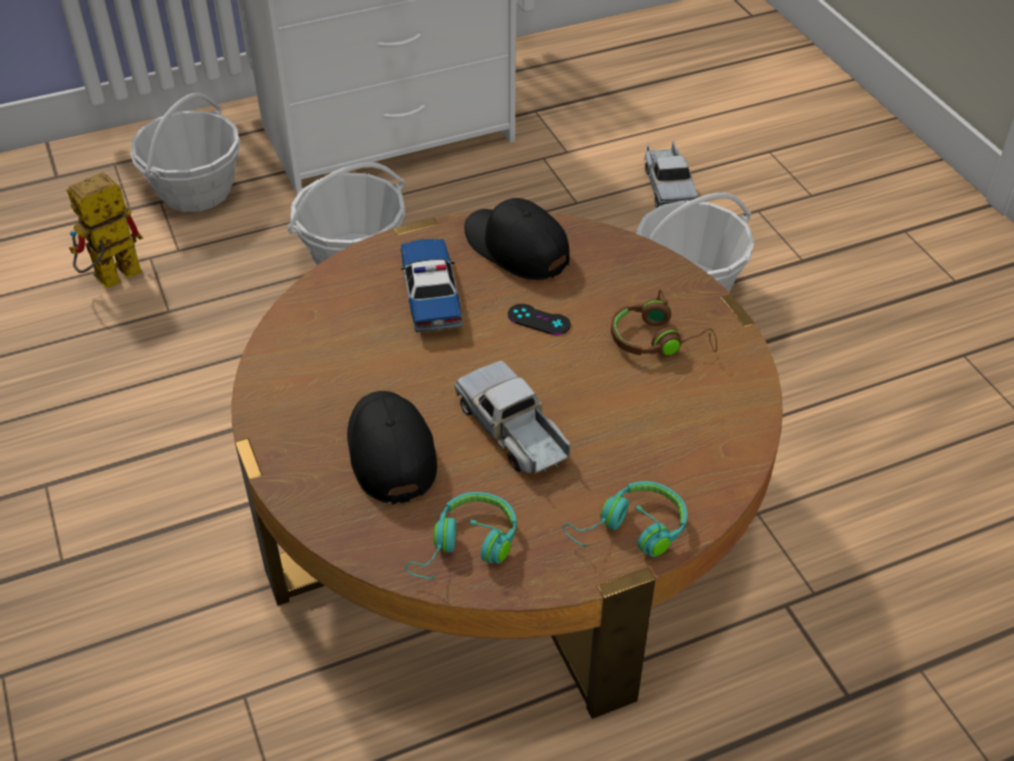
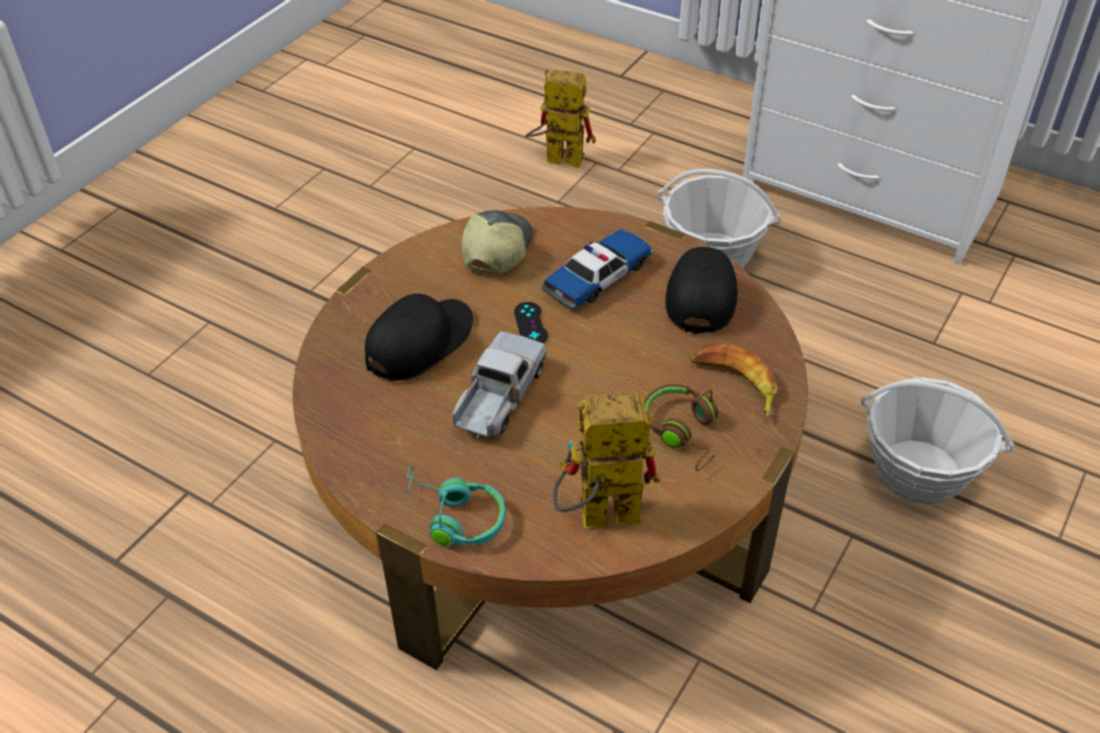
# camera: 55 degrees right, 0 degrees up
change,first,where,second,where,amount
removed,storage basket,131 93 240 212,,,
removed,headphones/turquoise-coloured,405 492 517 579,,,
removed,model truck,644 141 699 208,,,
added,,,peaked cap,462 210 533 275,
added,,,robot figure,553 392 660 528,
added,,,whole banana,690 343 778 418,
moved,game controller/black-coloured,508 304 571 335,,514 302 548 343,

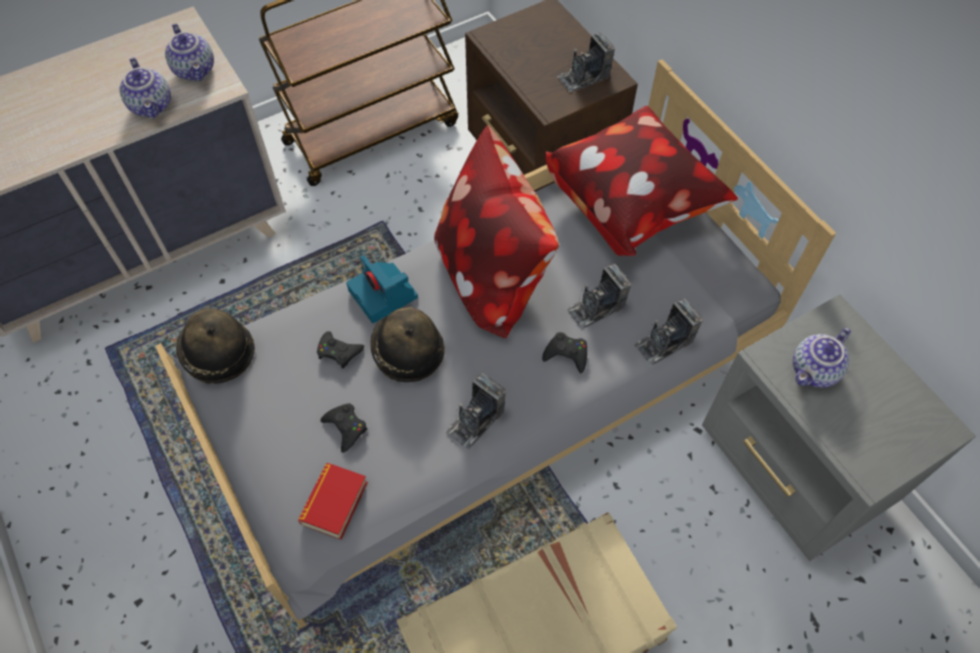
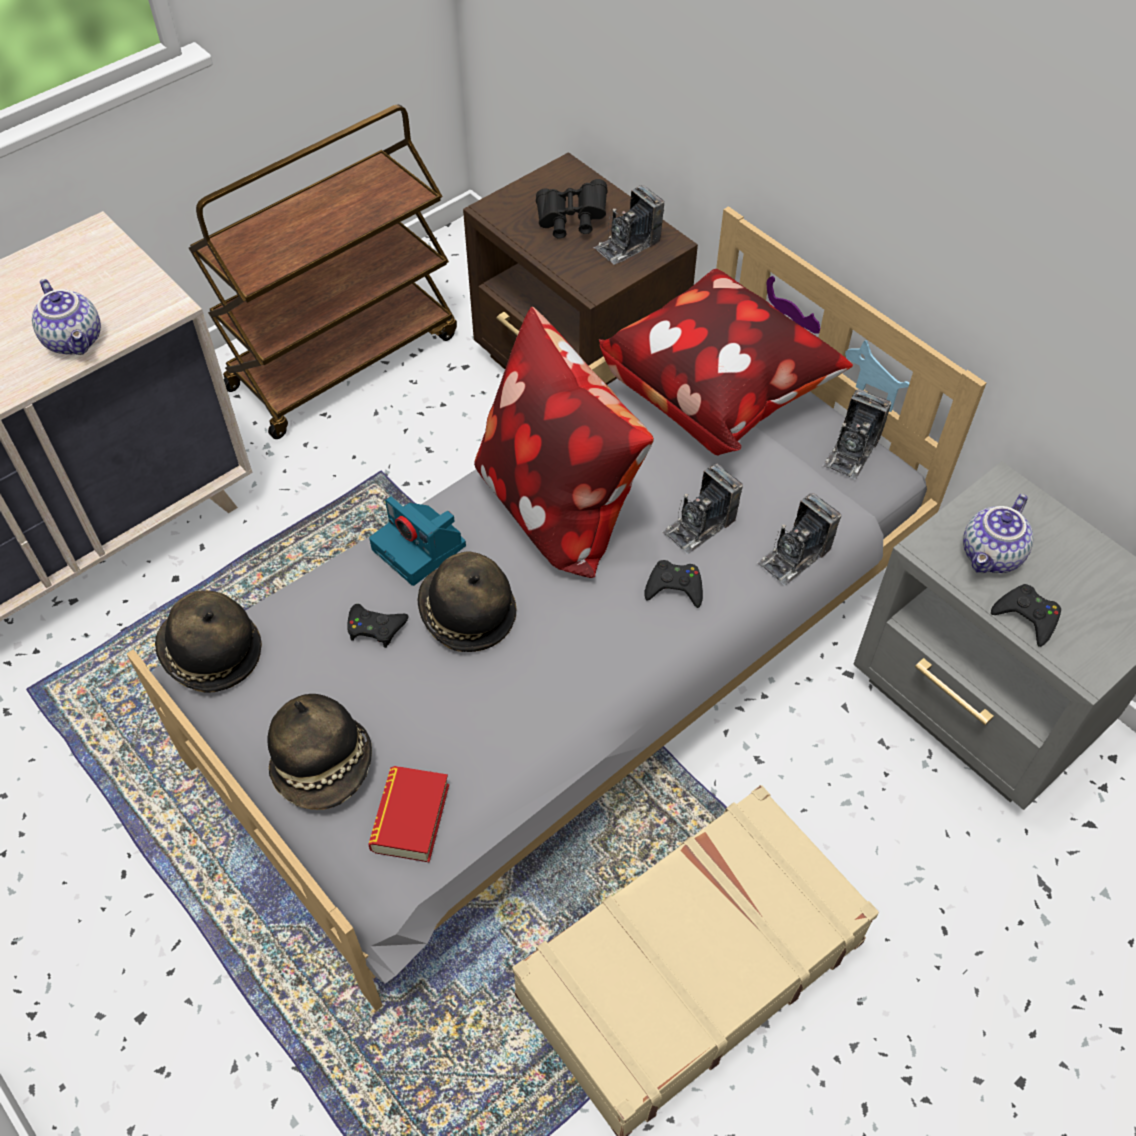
# camera: 10 degrees left, 5 degrees down
change,first,where,second,where,amount
removed,tea pot,165 23 214 81,,,
added,,,clothing hat,267 694 372 810,
added,,,field glasses/black-coloured,536 179 608 239,
moved,game controller/black-coloured,320 403 367 453,,991 584 1061 647,
moved,photo camera,445 373 506 450,,822 389 891 479,

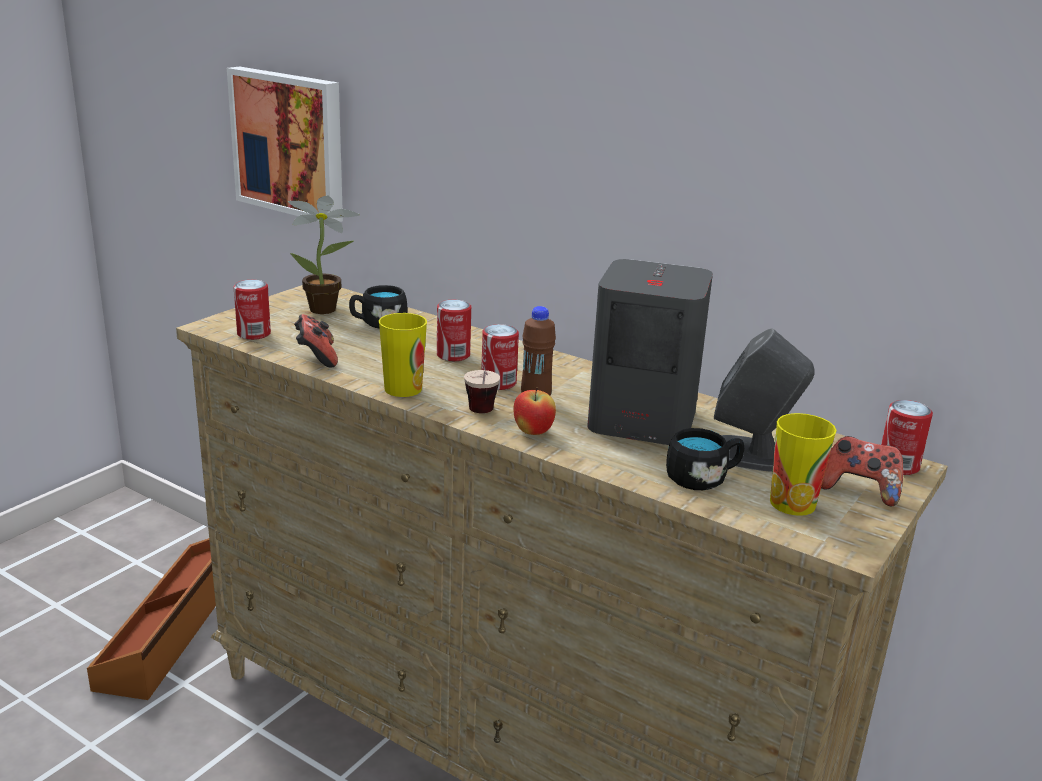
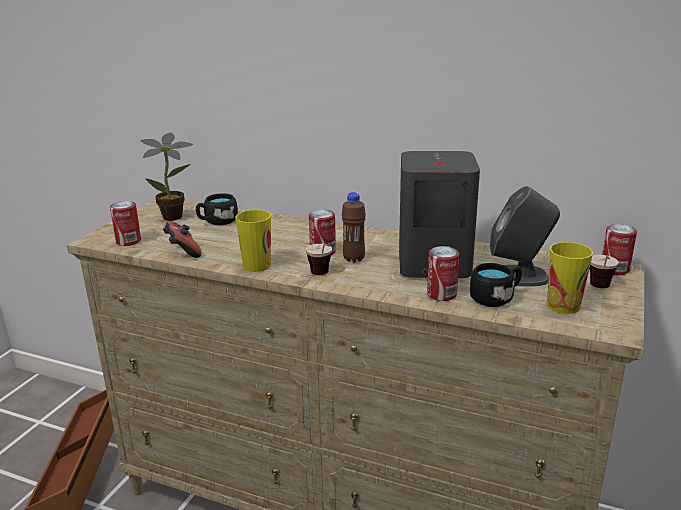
# camera: 10 degrees left, 0 degrees up
change,first,where,second,where,amount
removed,wall art,227 67 343 222,,,
removed,apple,513 387 556 435,,,
moved,metal can,437 300 471 361,,427 246 460 301,
replaced,game controller,821 436 903 506,cup,589 255 619 288,

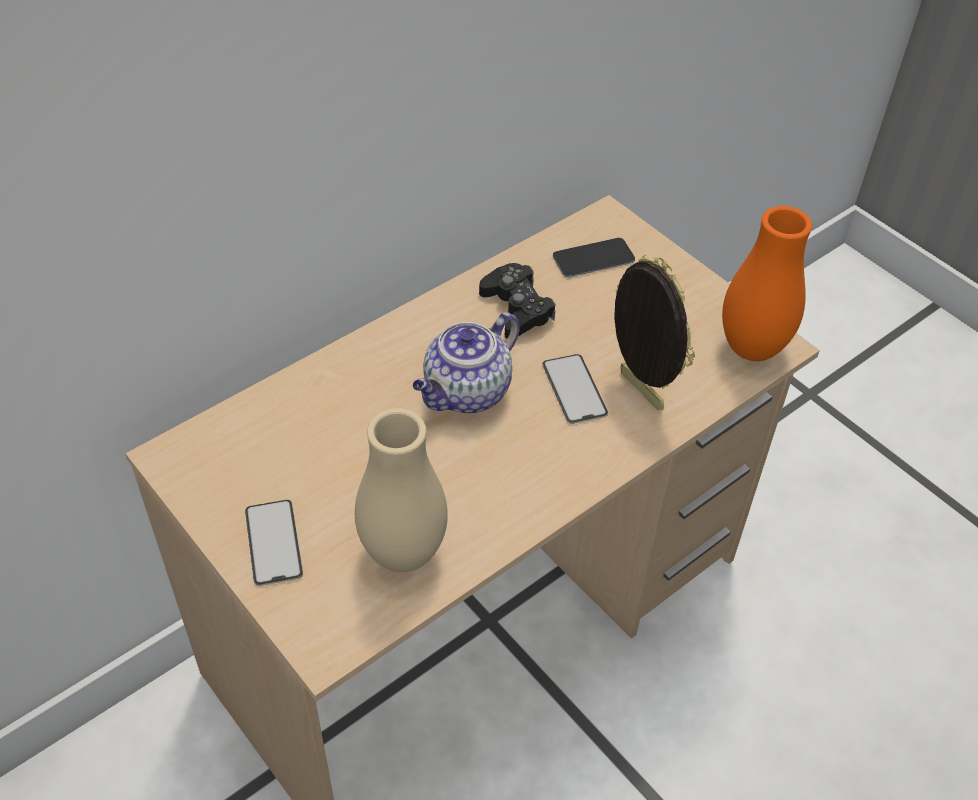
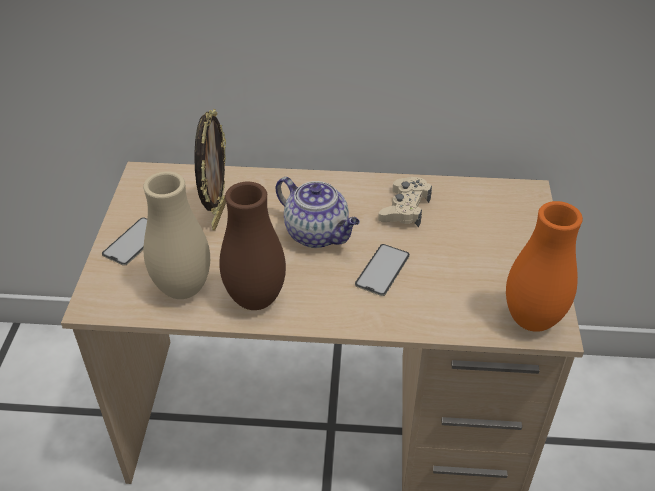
# camera: 45 degrees right, 5 degrees down
change,first,where,second,where,amount
removed,telephone,553 238 635 277,,,
added,,,flower vase/brown,219 181 286 310,
moved,photo frame,614 255 695 410,,194 109 226 230,
recoloured,game controller/black-coloured,479 263 555 338,game controller/beige-coloured,378 177 432 227,
turned,tea pot,413 312 520 413,,276 177 360 248,135 degrees counterclockwise

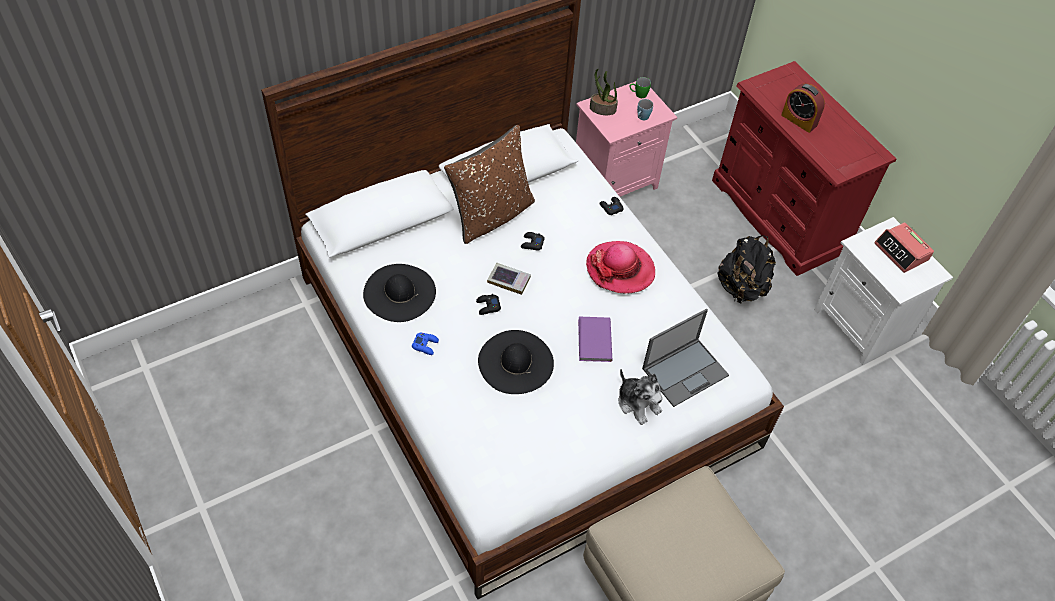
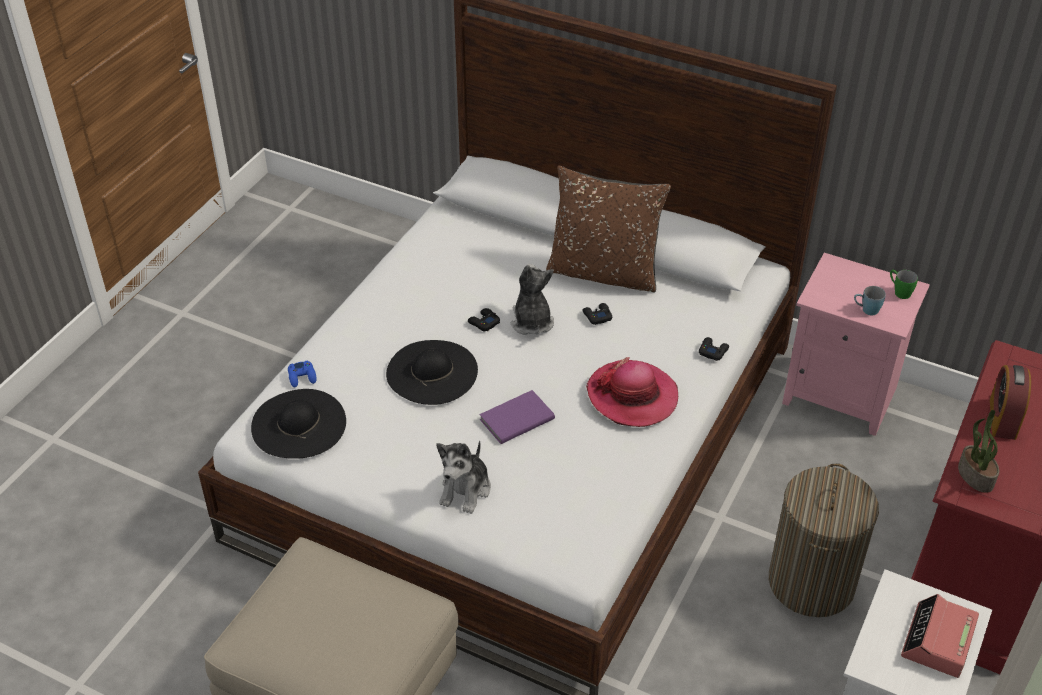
# camera: 60 degrees right, 10 degrees down
change,first,where,second,where,amount
removed,notebook computer,642 309 729 407,,,
moved,clothing hat/black-coloured,363 264 436 322,,251 389 346 459,
moved,game controller/bluish,412 333 439 355,,288 360 317 387,
moved,plant in a pot,590 69 618 115,,958 410 999 493,
replaced,book,487 263 531 295,cuddly toy,511 264 554 335,
replaced,backpack/black-coloured,717 235 776 303,hamper,769 463 879 617,

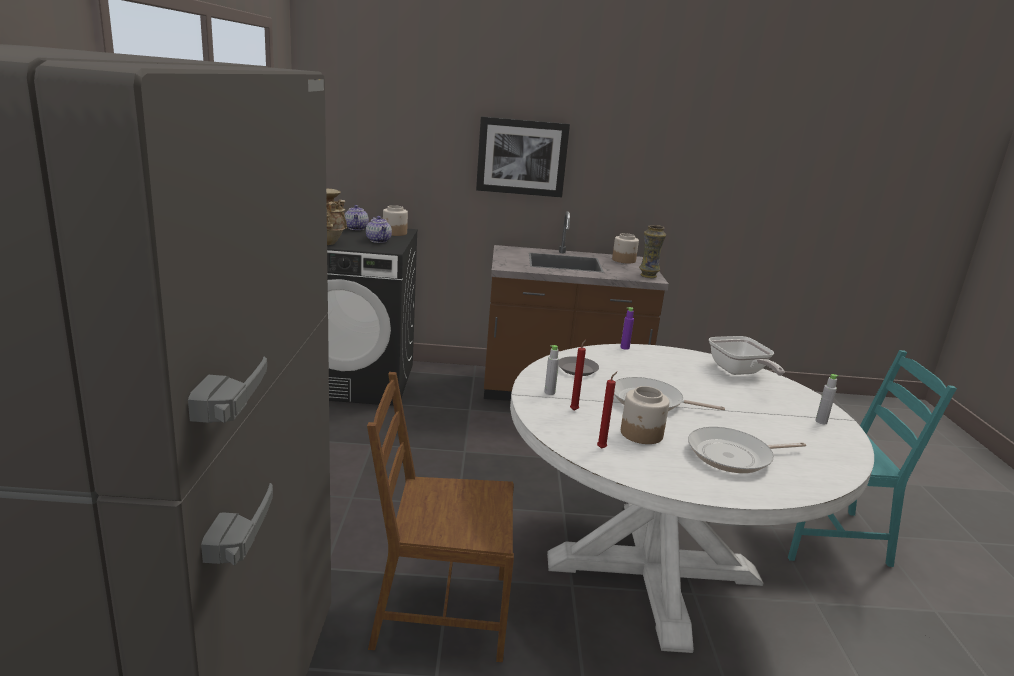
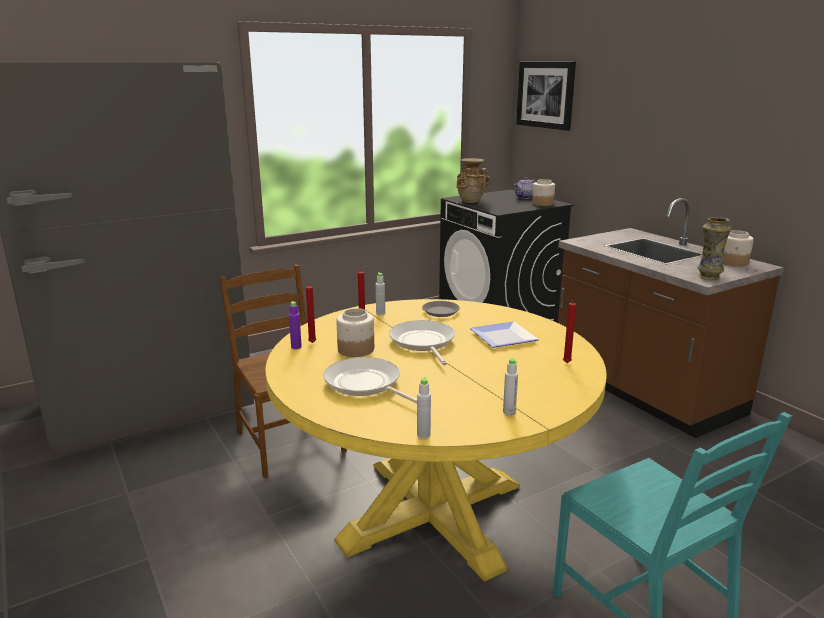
# camera: 60 degrees right, 0 degrees up
change,first,where,second,where,amount
removed,tea pot,366 216 392 243,,,
added,,,beverage bottle/grey,417 377 431 439,
added,,,plate,470 322 539 348,
moved,wall art,476 116 570 197,,516 61 576 131,
moved,beverage bottle/purple-coloured,620 307 634 350,,289 301 302 349,
replaced,frying pan,709 336 785 376,candle/red,563 299 576 363,
recoloured,dining table/whitish,510 344 874 653,dining table/yellowish,265 299 607 582,

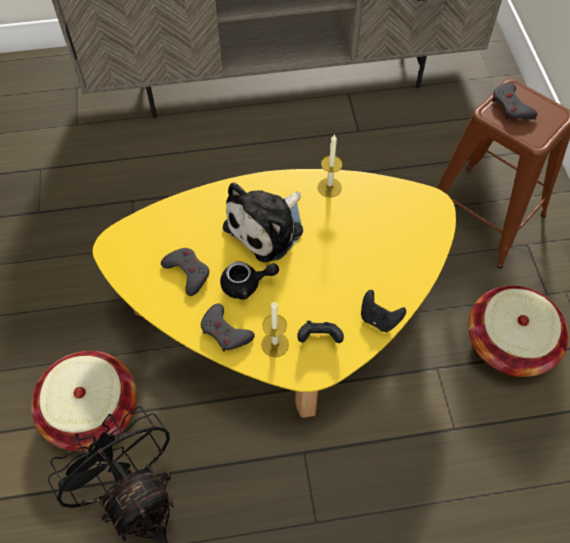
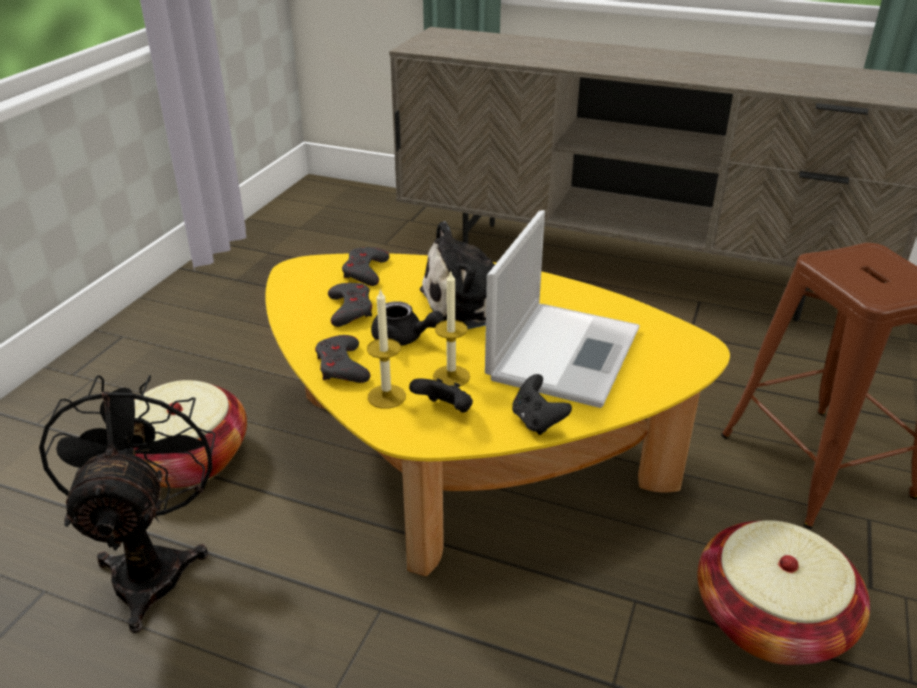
# camera: 30 degrees right, 25 degrees down
change,first,where,second,where,amount
added,,,notebook computer,485 210 640 408,
moved,candle,318 134 343 197,,433 272 470 386,
moved,game controller/grey,492 82 537 120,,342 247 390 286,

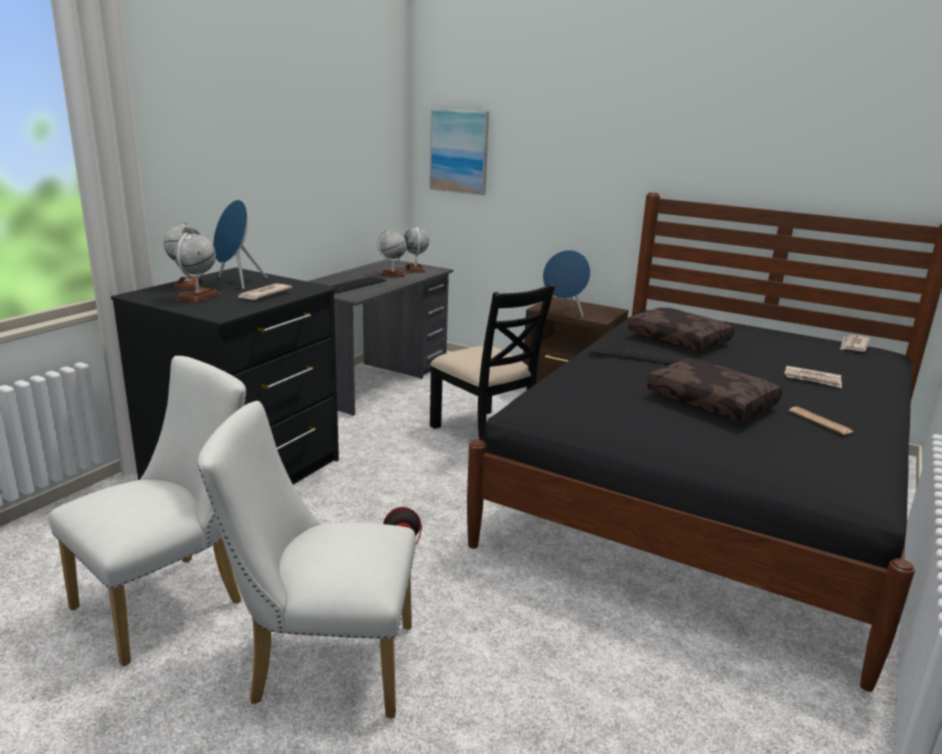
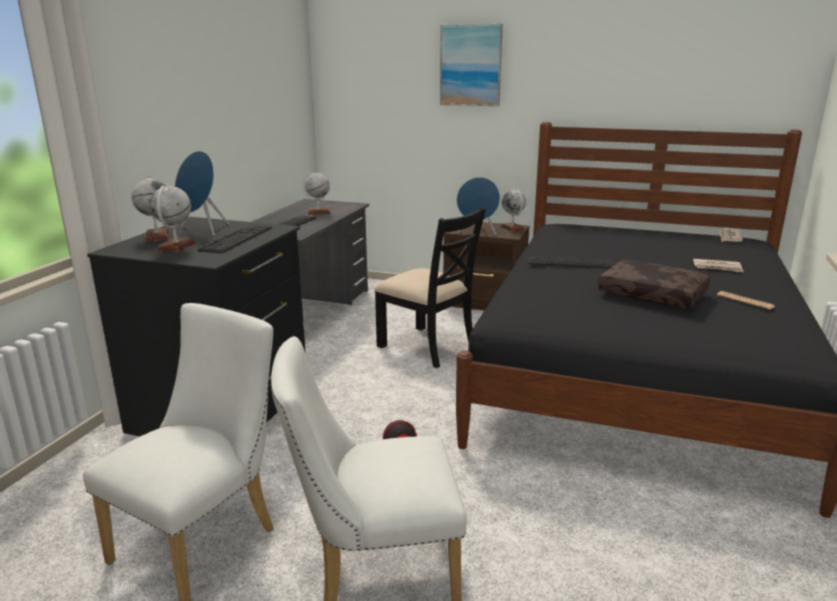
# camera: 10 degrees left, 0 degrees up
change,first,where,second,where,amount
removed,throw pillow/brown,628 308 734 351,,,
moved,world globe,404 227 429 273,,500 189 526 232,
moved,wall art,430 109 489 195,,440 24 503 106,
replaced,printed paper,236 283 292 300,keyboard,197 225 272 253,

